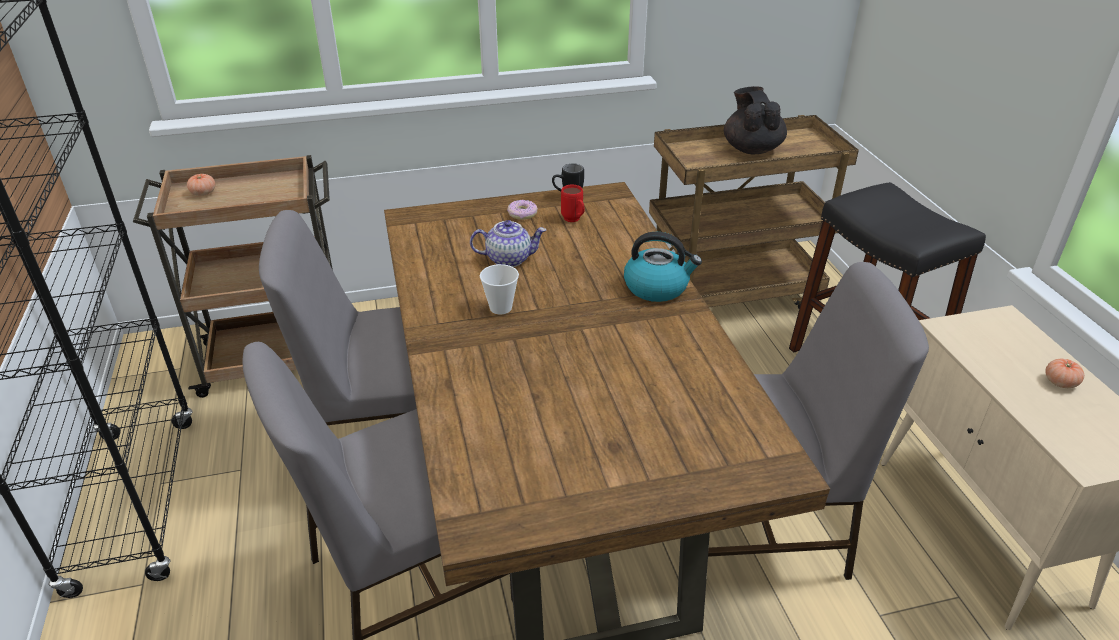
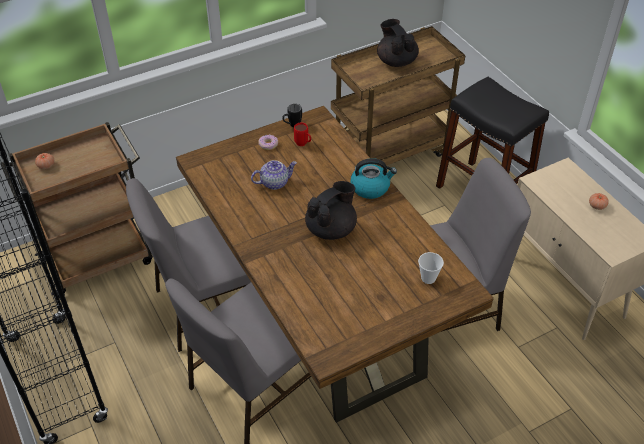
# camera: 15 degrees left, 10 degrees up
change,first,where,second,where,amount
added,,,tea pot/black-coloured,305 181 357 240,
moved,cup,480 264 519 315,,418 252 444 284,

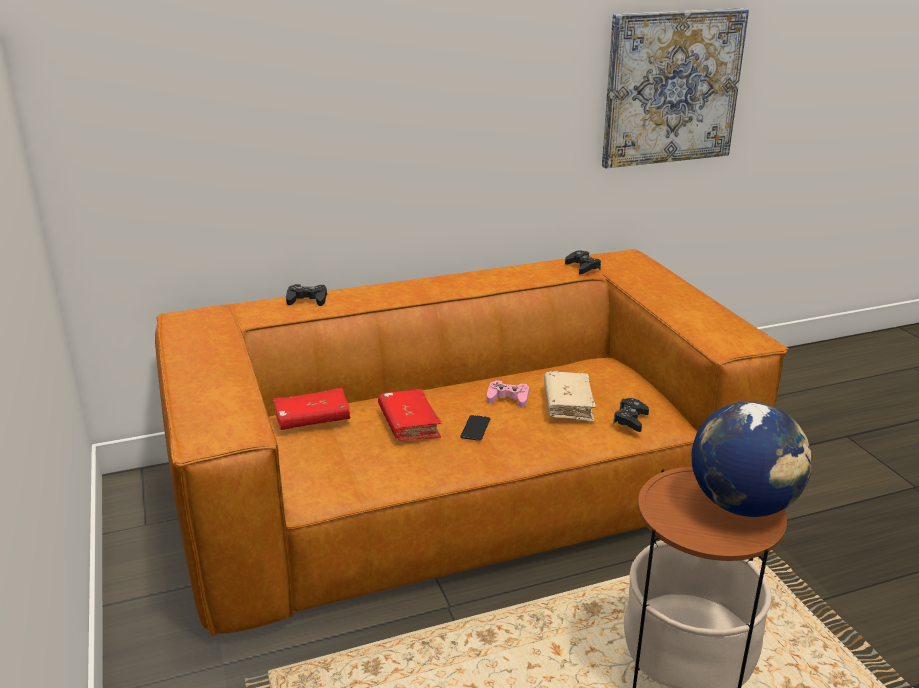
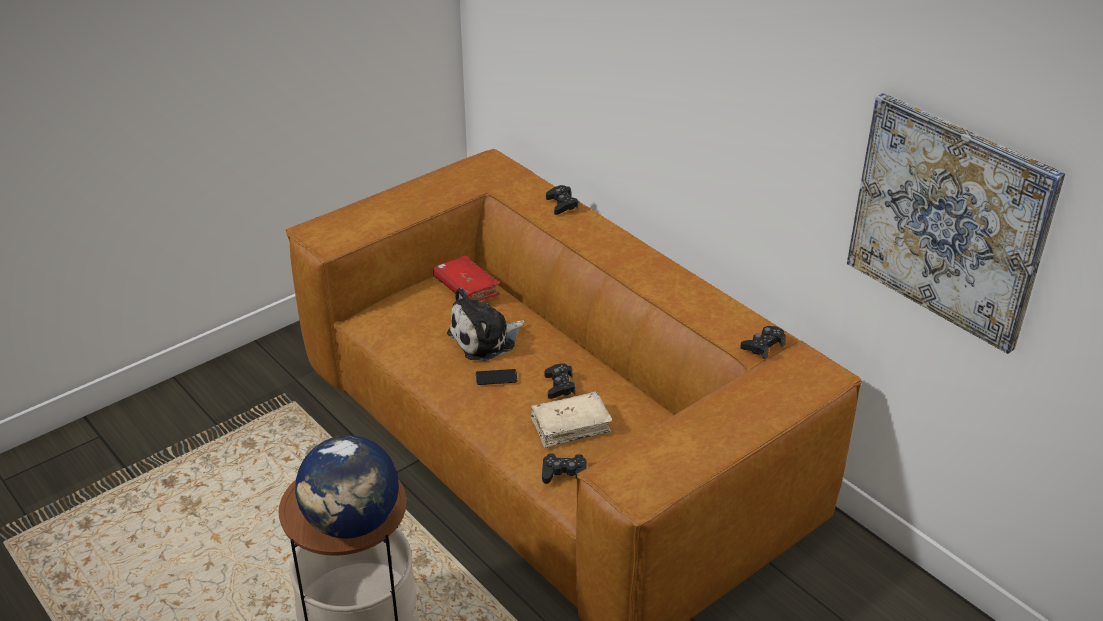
# camera: 70 degrees right, 10 degrees up
change,first,where,second,where,amount
replaced,book/red,378 389 442 441,cuddly toy,447 288 525 361,
recoloured,game controller/pink,487 380 529 408,game controller/black-coloured,545 363 575 399,

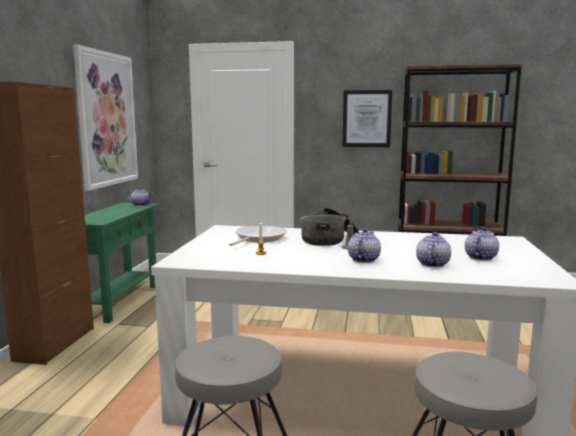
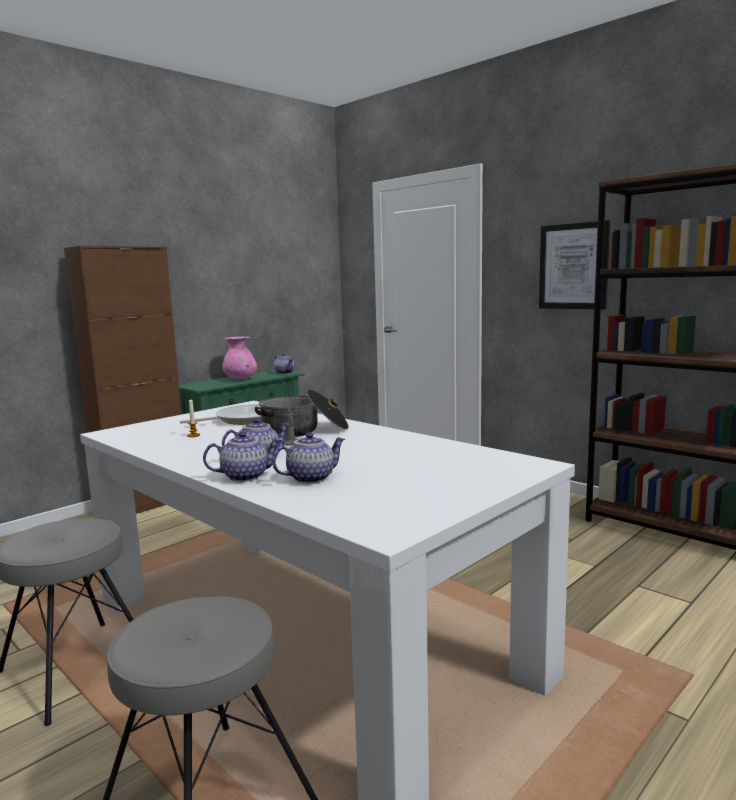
# camera: 35 degrees right, 0 degrees up
change,first,where,second,where,amount
removed,wall art,73 45 138 191,,,
added,,,flower vase/pink,222 336 257 380,
moved,tea pot,465 227 499 261,,203 432 282 482,

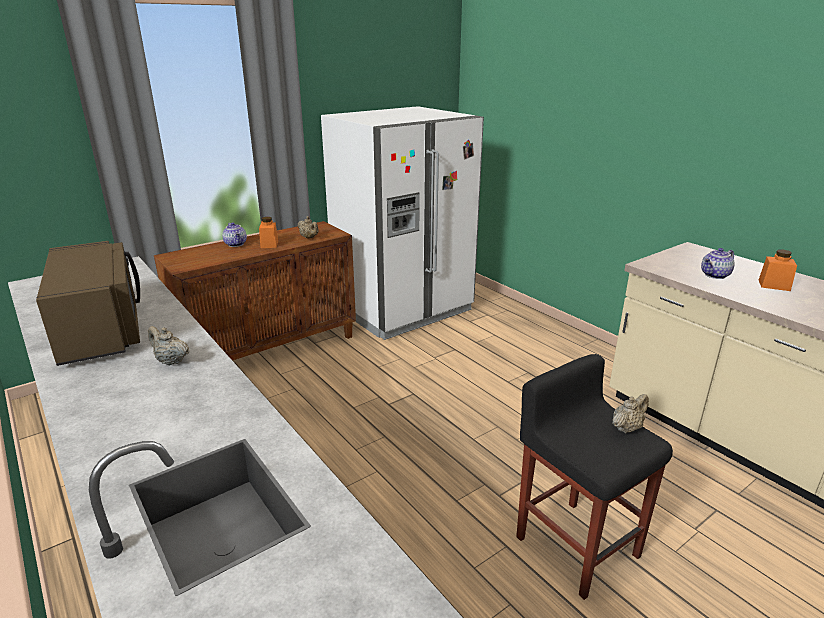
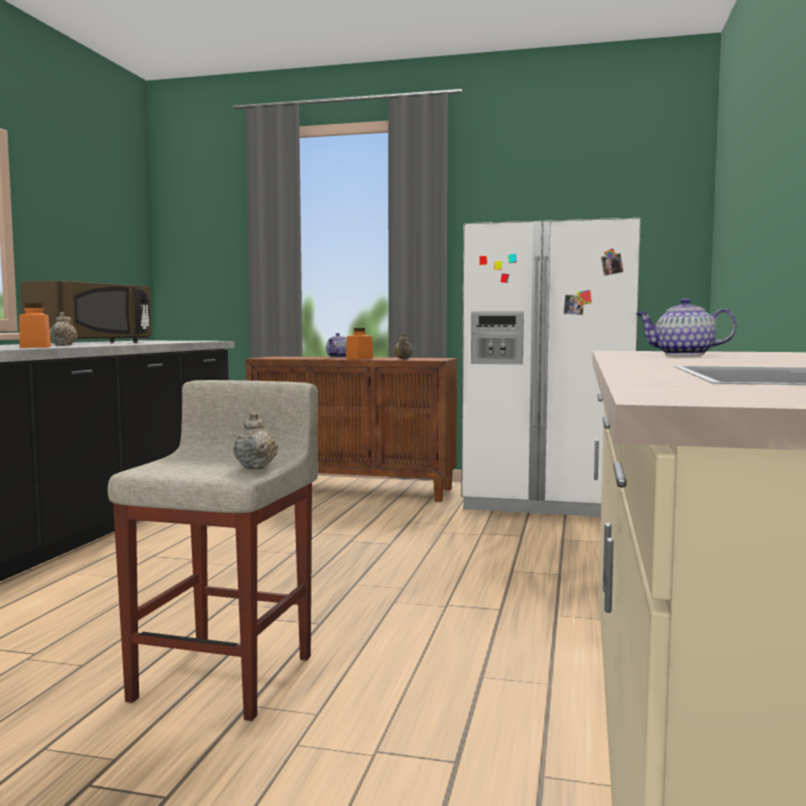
# camera: 50 degrees right, 20 degrees down
change,first,where,second,where,amount
moved,preserve jar/orange-coloured,759 250 797 291,,19 303 51 348,
recoloured,sitting stool/black-coloured,516 354 673 600,sitting stool/beige-coloured,108 380 318 721,
turned,tea pot/beige-coloured,613 394 649 433,,233 412 278 469,120 degrees counterclockwise

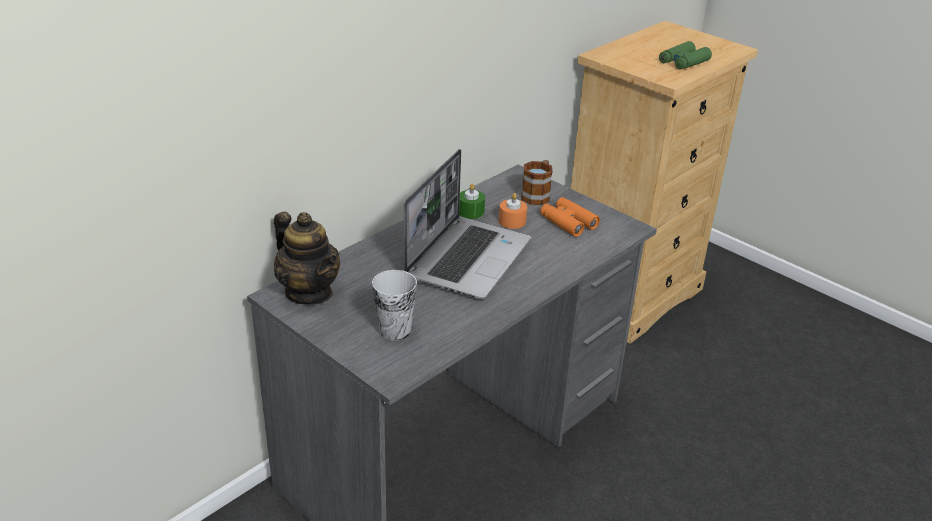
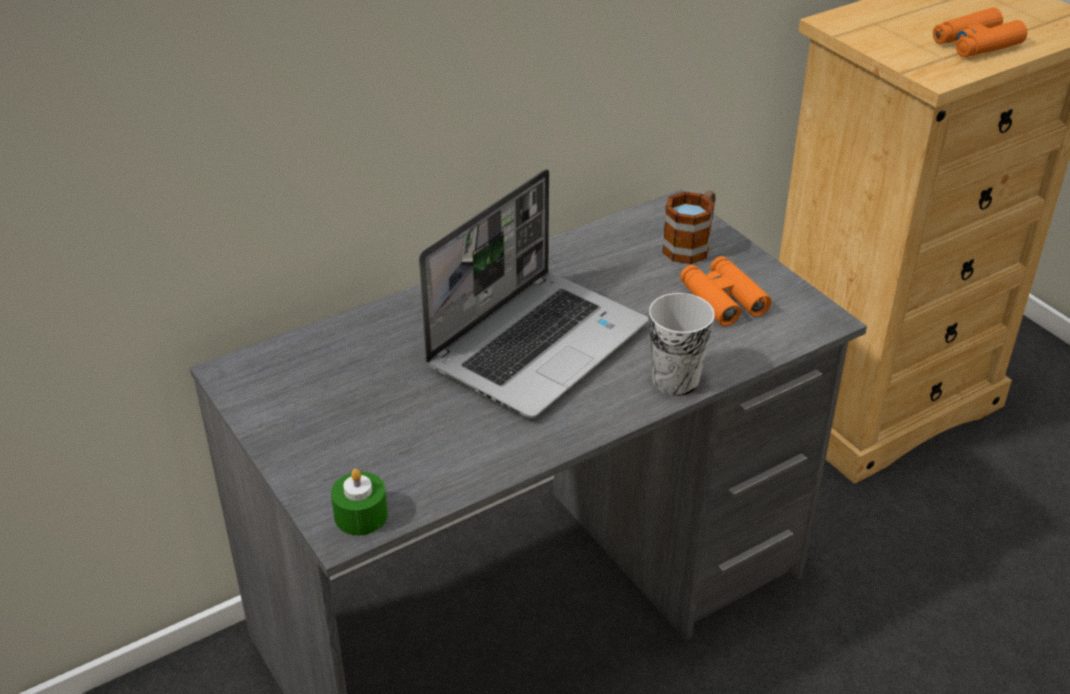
# camera: 15 degrees right, 5 degrees up
change,first,where,second,where,amount
removed,tea pot,274 212 340 305,,,
removed,candle/orange-coloured,499 193 527 229,,,
moved,cup,372 270 417 341,,649 293 715 396,
moved,candle/green-coloured,459 184 485 219,,331 469 388 535,
recoloured,field glasses/green-coloured,659 41 712 70,field glasses/orange-coloured,933 8 1027 57,

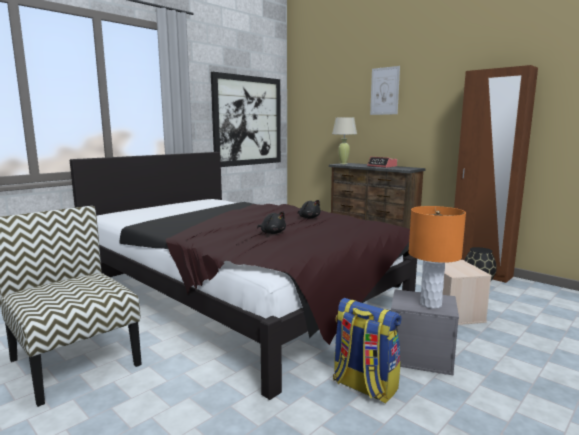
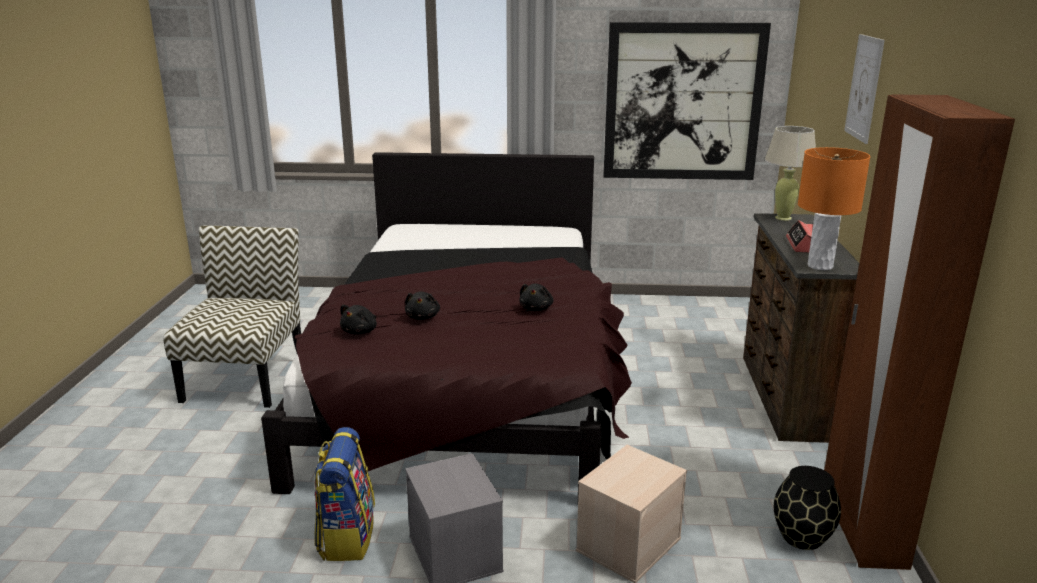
# camera: 50 degrees right, 10 degrees up
change,first,where,second,where,amount
added,,,cuddly toy/black-coloured,340 305 377 334,
moved,lamp for a table/orange-coloured,408 206 466 309,,798 147 871 270,

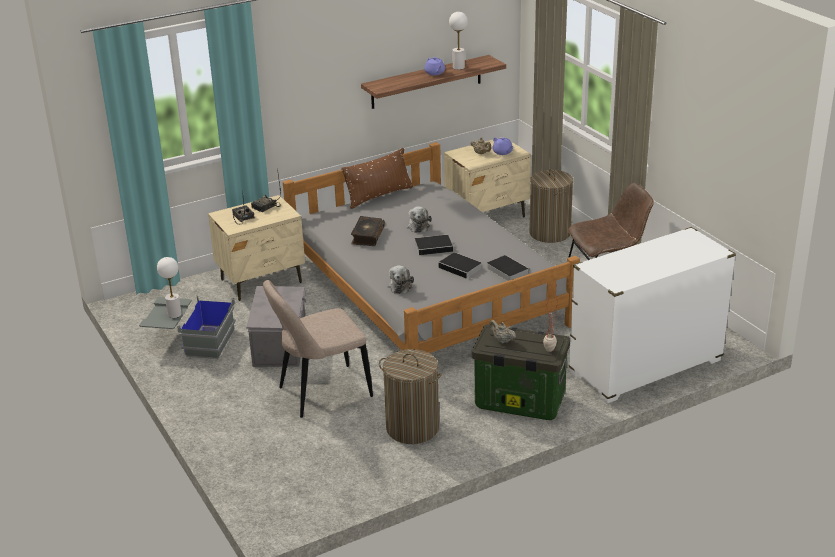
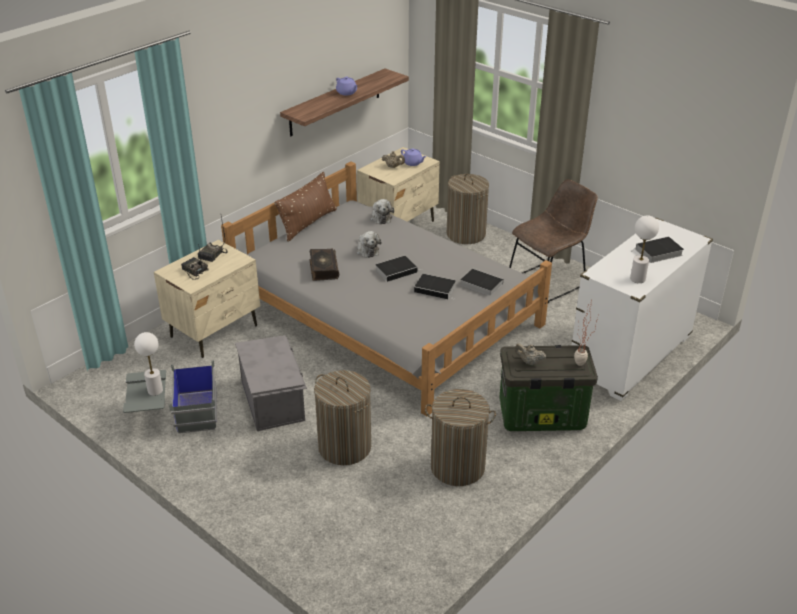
# camera: 20 degrees left, 5 degrees up
change,first,where,second,where,amount
added,,,book,630 236 684 263,
moved,cuddly toy,388 265 414 294,,370 199 394 224,
moved,lamp for a table/whitish,449 12 468 70,,630 215 659 283,
replaced,upright chair/beige-coloured,263 280 373 418,hamper,314 370 371 465,

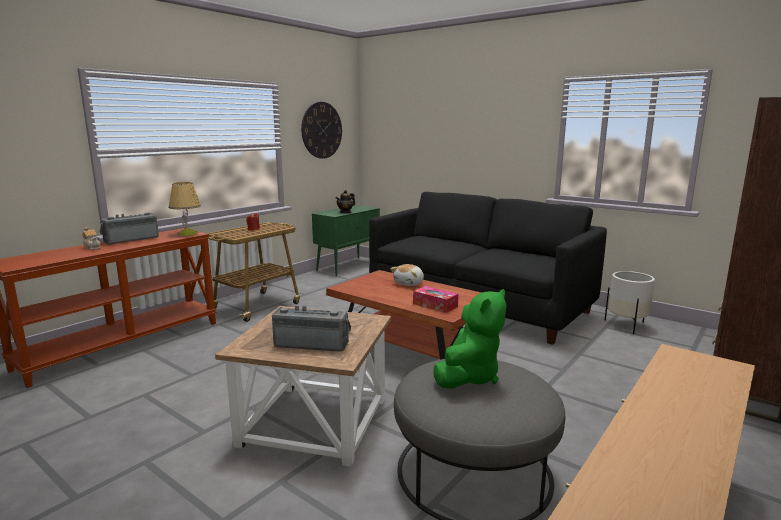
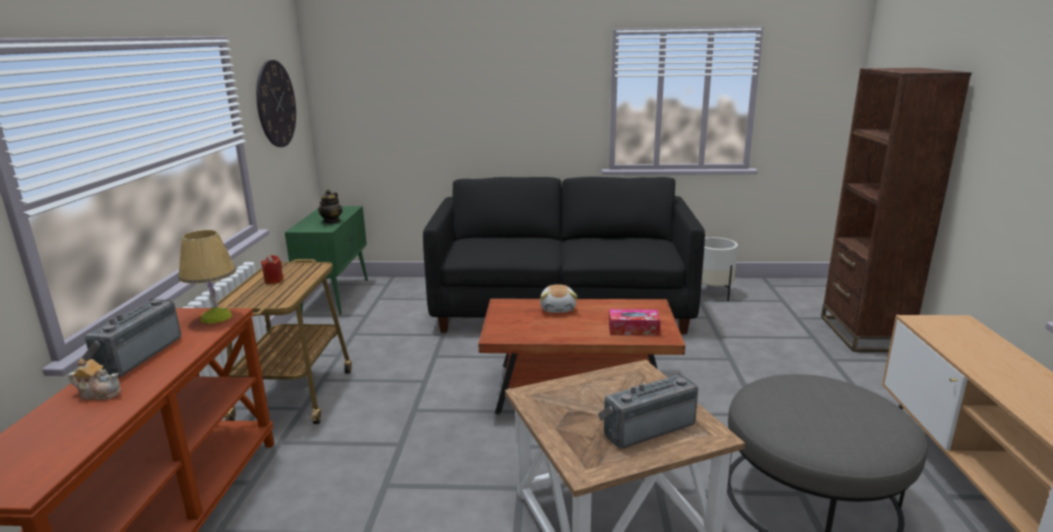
# camera: 35 degrees left, 5 degrees up
change,first,where,second,where,amount
removed,cuddly toy/green-coloured,433 289 507 389,,,

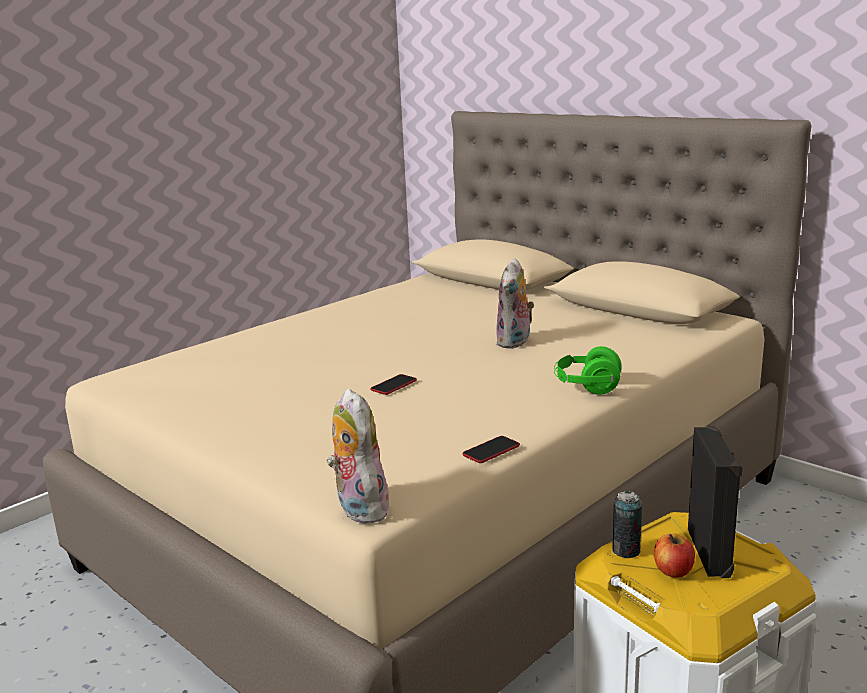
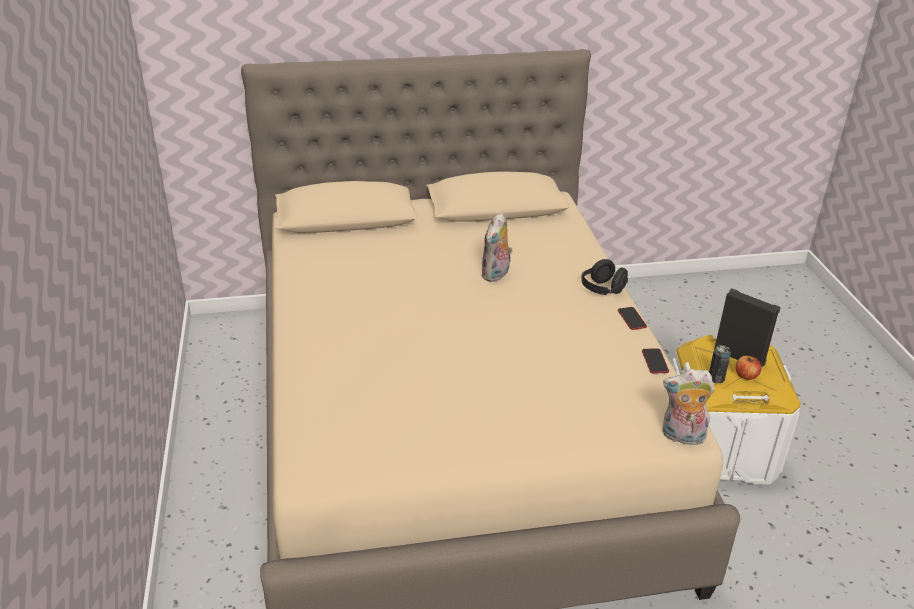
# camera: 55 degrees left, 15 degrees up
change,first,where,second,where,amount
moved,telephone,370 374 417 395,,618 307 647 330,
recoloured,headphones/green-coloured,554 346 622 395,headphones/black-coloured,581 259 628 295,
turned,cuddly toy,496 258 534 349,,481 212 513 282,60 degrees clockwise

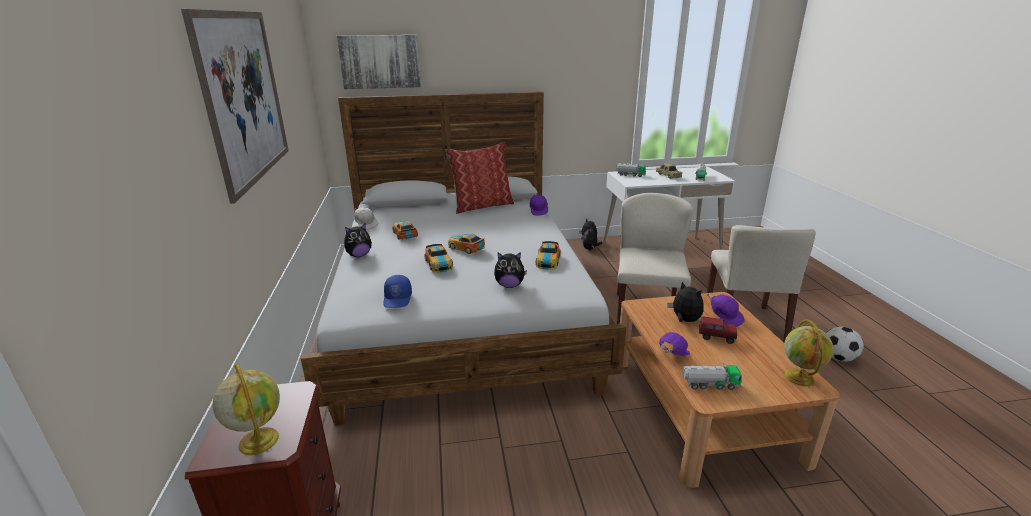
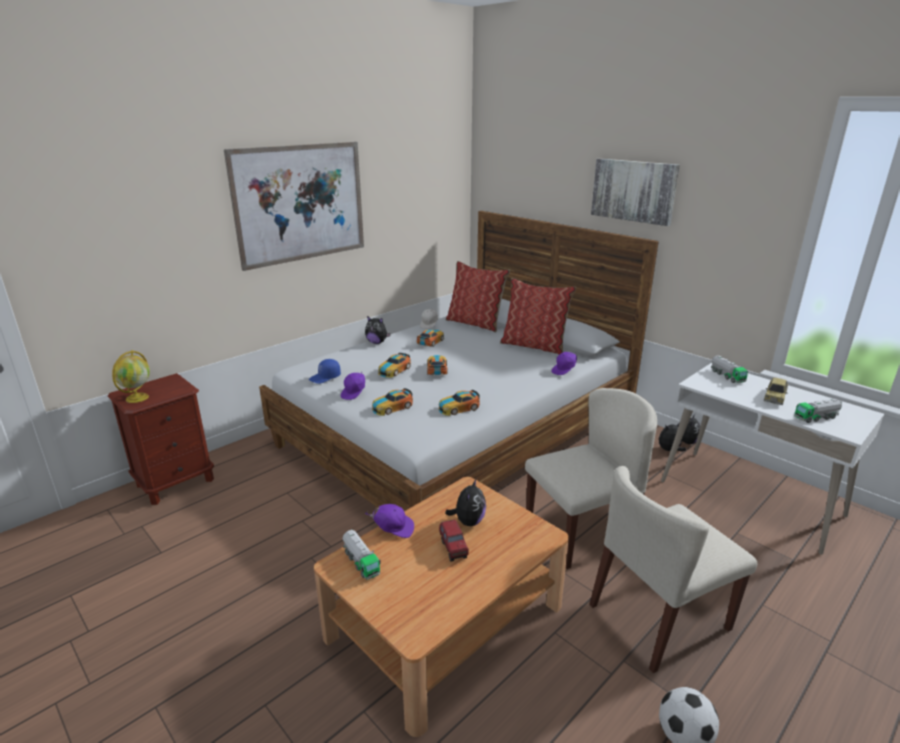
# camera: 55 degrees right, 0 degrees up
change,first,where,second,where,amount
removed,world globe,784 319 834 386,,,
added,,,throw pillow,446 261 510 332,
moved,wall art,337 35 421 89,,591 158 680 226,
moved,peaked cap/purple-coloured,707 293 745 327,,341 371 365 400,
replaced,cuddly toy,494 252 527 288,model car,372 388 413 416,

